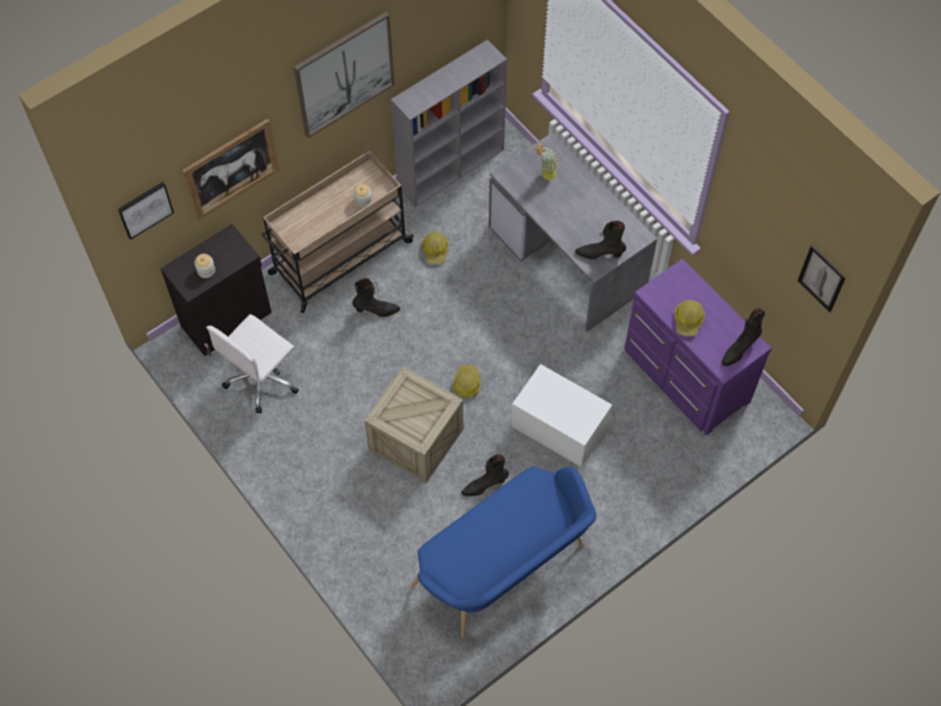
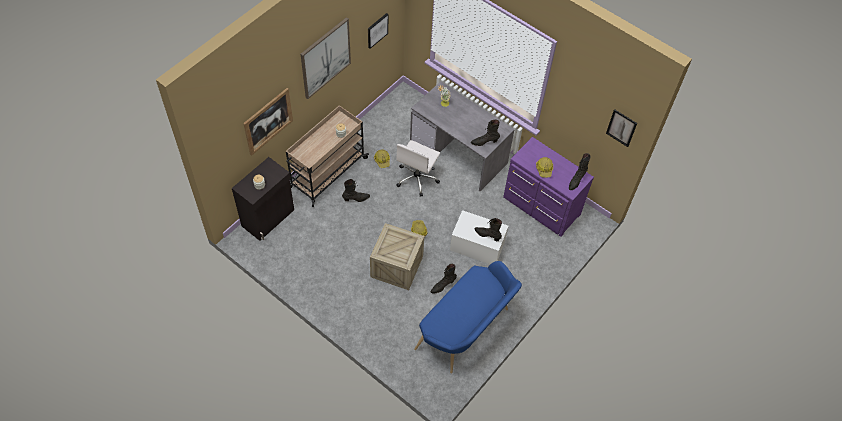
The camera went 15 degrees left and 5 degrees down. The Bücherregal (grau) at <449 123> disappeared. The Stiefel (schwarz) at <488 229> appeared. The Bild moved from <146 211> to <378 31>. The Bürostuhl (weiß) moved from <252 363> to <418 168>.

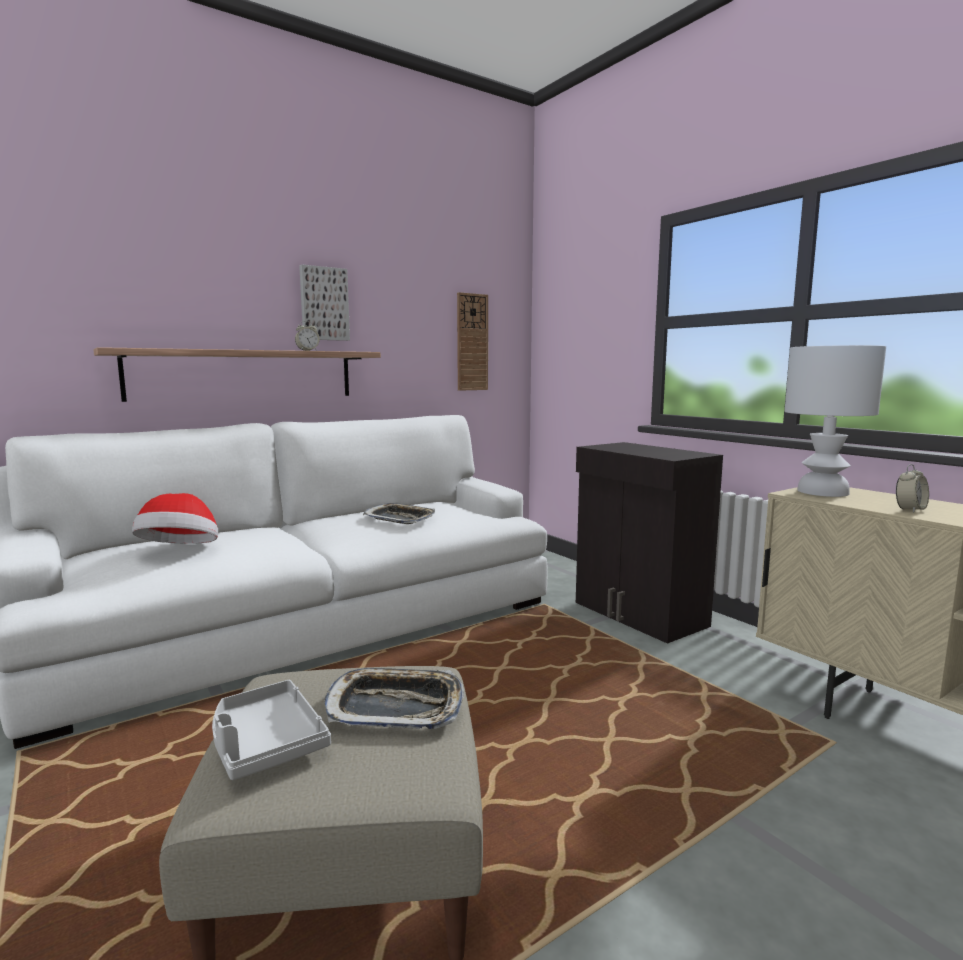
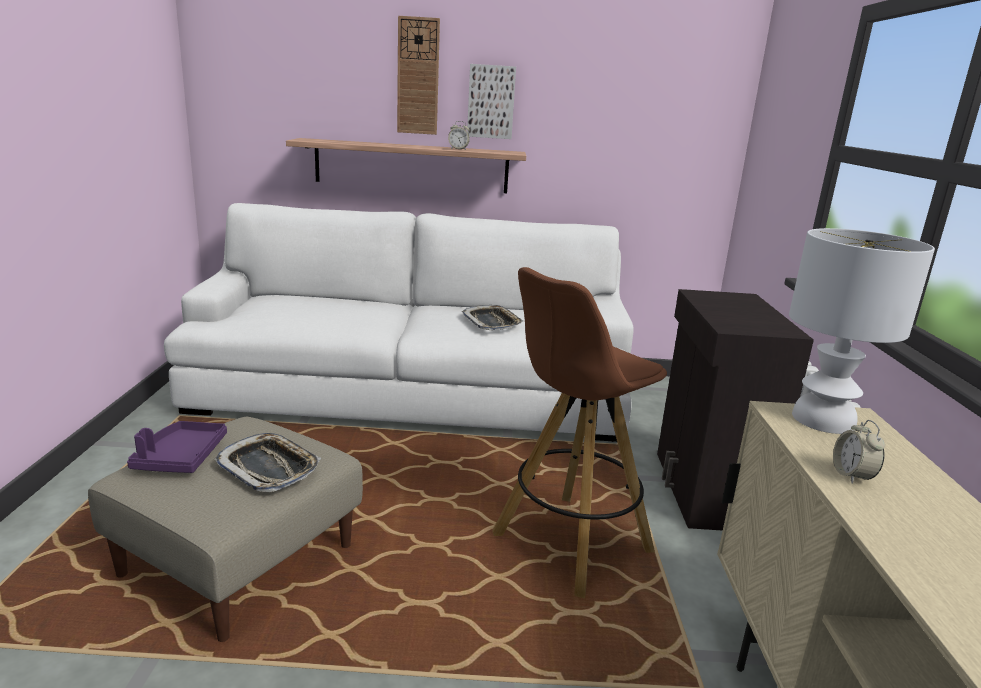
The camera went 35 degrees right and 10 degrees up. The Hut at <175 518> disappeared. The Hocker (braun) at <579 432> appeared. The Wanduhr moved from <472 341> to <418 75>. The Tablett (grau) at <271 730> became the Tablett (lila) at <177 447>. The Wecker at <912 488> turned 90 degrees clockwise.

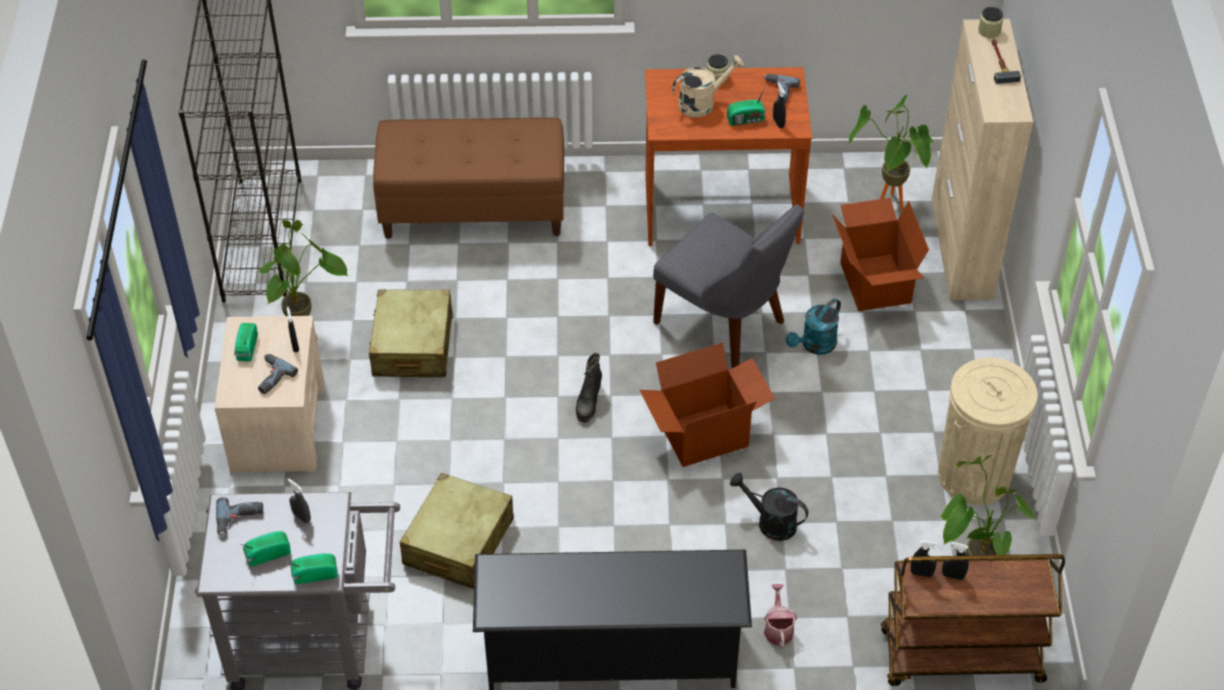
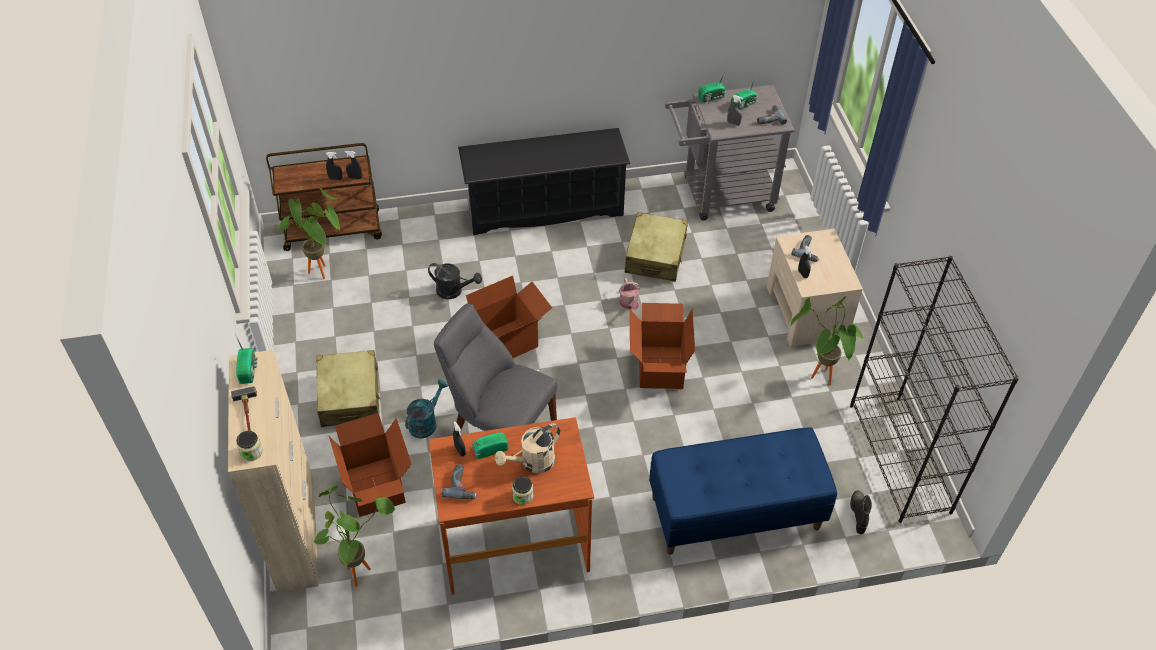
The camera went 170 degrees right and 0 degrees up. The Mülleimer (beige) at <988 431> disappeared. The Karton at <662 346> appeared. The Radio moved from <246 342> to <246 359>. The Koffer (beige) moved from <411 333> to <348 388>. The Stiefel (schwarz) moved from <589 388> to <861 512>. The Gießkanne moved from <780 616> to <629 294>. The Bank (braun) at <468 178> became the Bank (blau) at <743 491>.

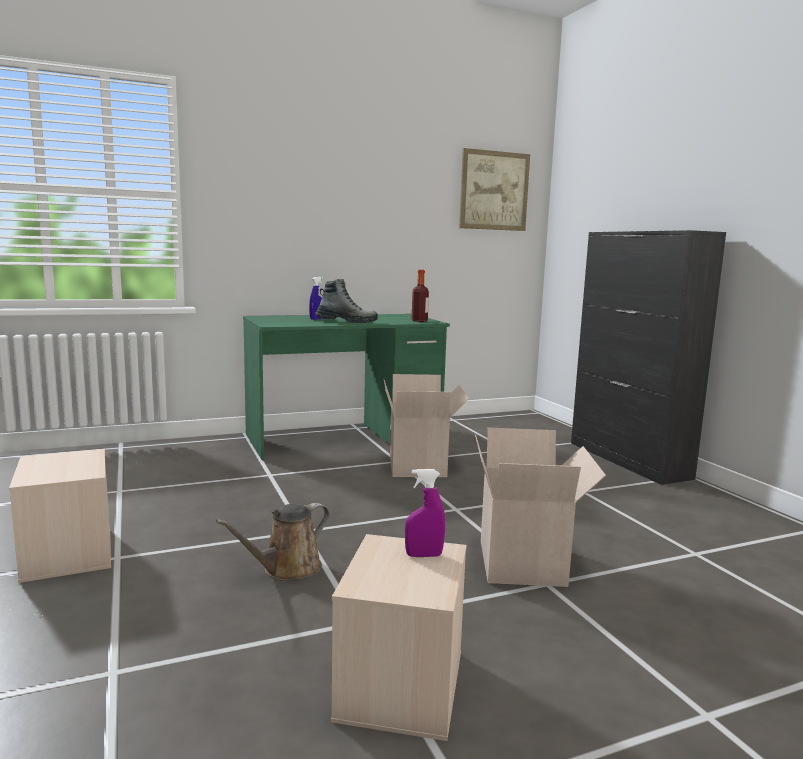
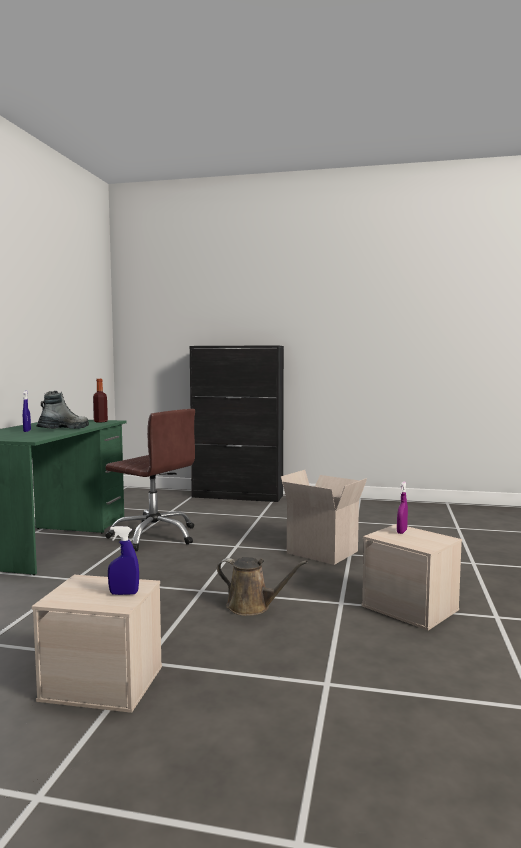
The camera went 55 degrees left and 5 degrees down. The Bild at <494 189> disappeared. The Sprühflasche (blau) at <123 560> appeared. The Karton at <426 425> was replaced by the Bürostuhl (braun) at <150 480>. The Gießkanne (braun) at <273 542> turned 60 degrees counterclockwise.

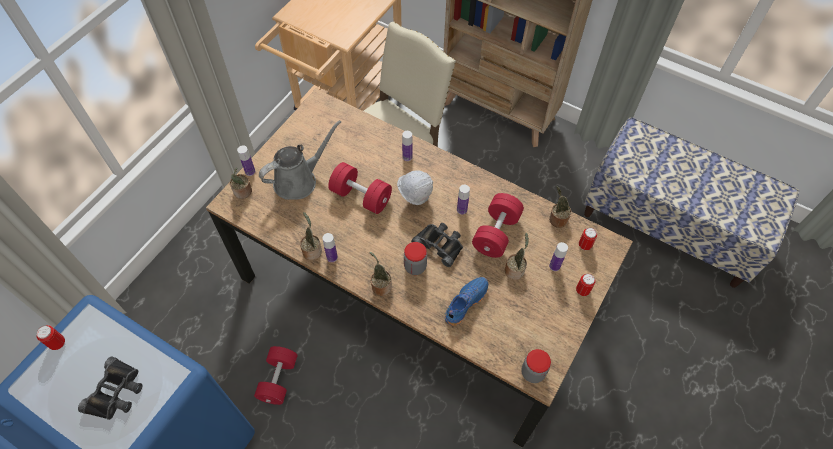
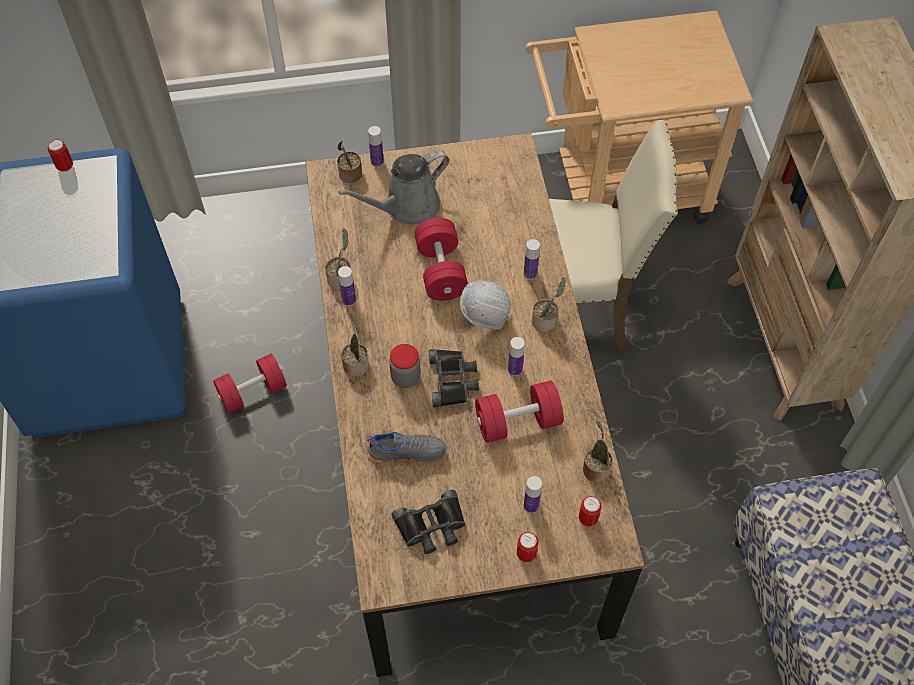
The camera went 50 degrees right and 0 degrees up. The Vorratsglas at <536 366> disappeared. The Fernglas (schwarz) moved from <110 388> to <428 522>. The Topfpflanze moved from <517 256> to <549 304>. The Schuh (blau) at <466 301> became the Schuh (grau) at <406 448>. The Gießkanne (grau) at <300 160> turned 135 degrees clockwise.

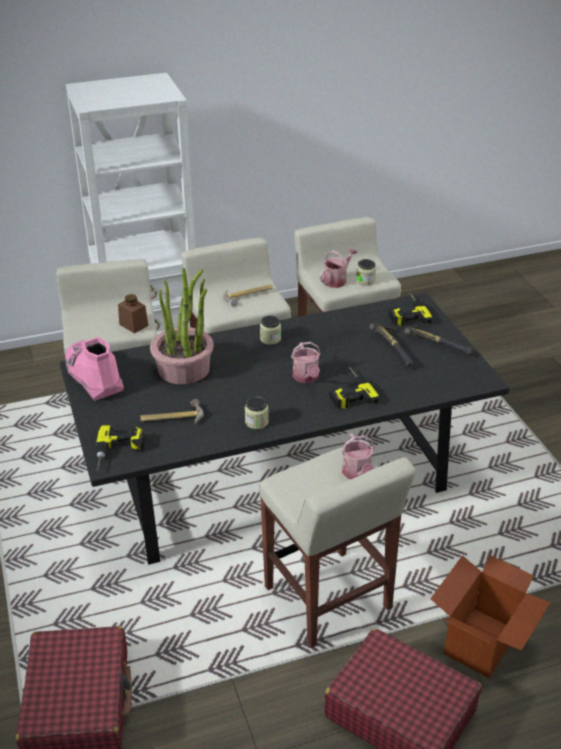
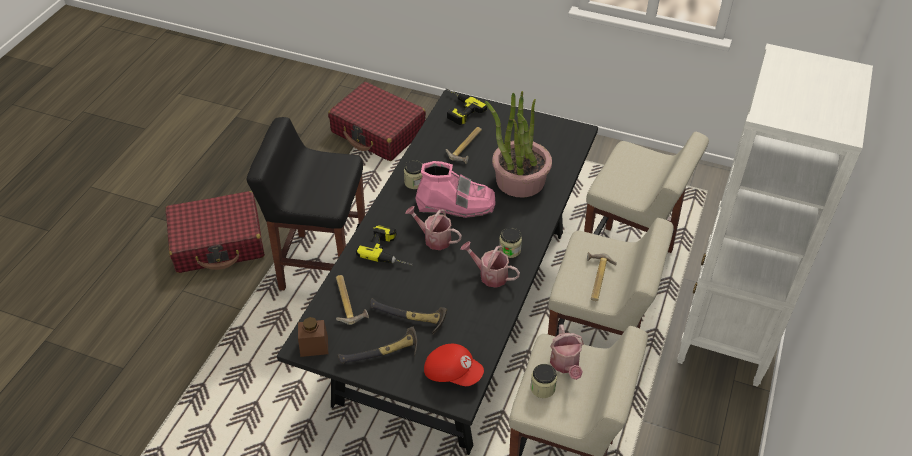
The camera went 130 degrees right and 10 degrees up. The Karton at <491 616> disappeared. The Hammer at <352 300> appeared. The Stiefel (rosa) moved from <94 369> to <455 189>. The Vorratsglas (braun) moved from <133 313> to <313 337>. The Gießkanne moved from <358 456> to <490 265>. The Bohrmaschine at <410 309> was replaced by the Kappe (rot) at <454 365>. The Hocker (beige) at <337 547> became the Hocker (schwarz) at <305 203>.

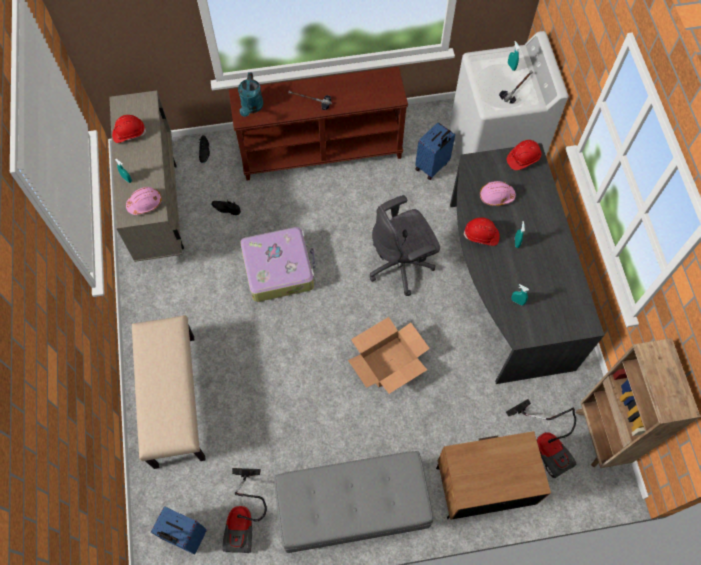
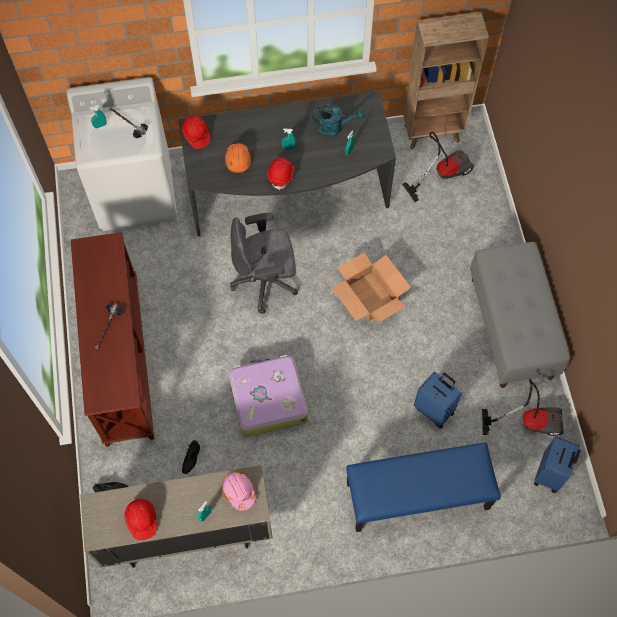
The camera went 90 degrees left and 0 degrees up. The Nachttisch (braun) at <493 475> disappeared. The Gießkanne (türkis) moved from <251 94> to <338 120>. The Koffer (blau) moved from <435 151> to <438 400>. The Bank (beige) at <169 392> became the Bank (blau) at <423 487>. The Schutzhelm (rosa) at <498 193> became the Schutzhelm (orange) at <238 158>. The Bürostuhl (grau) at <405 245> turned 105 degrees clockwise.

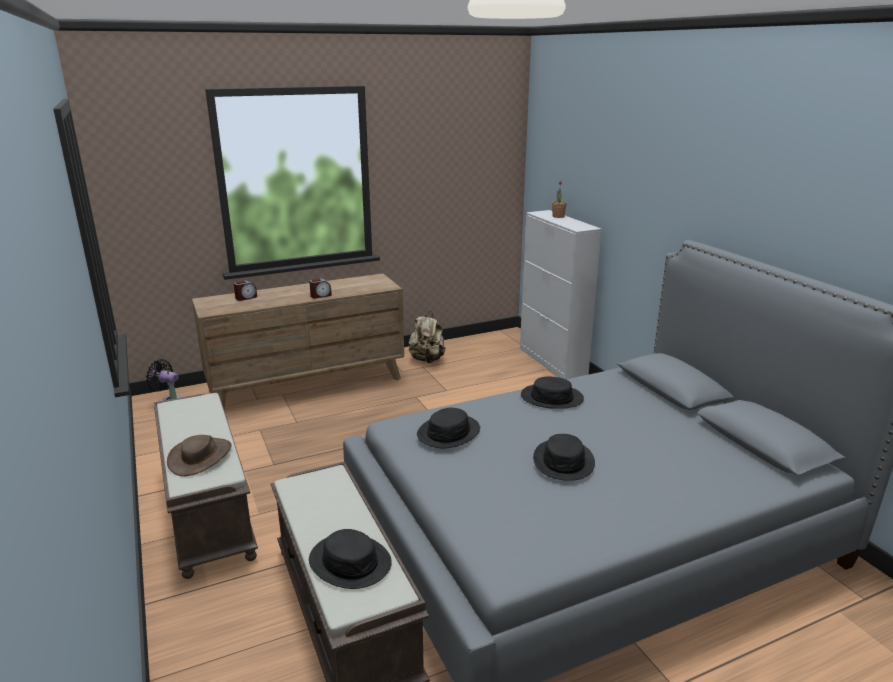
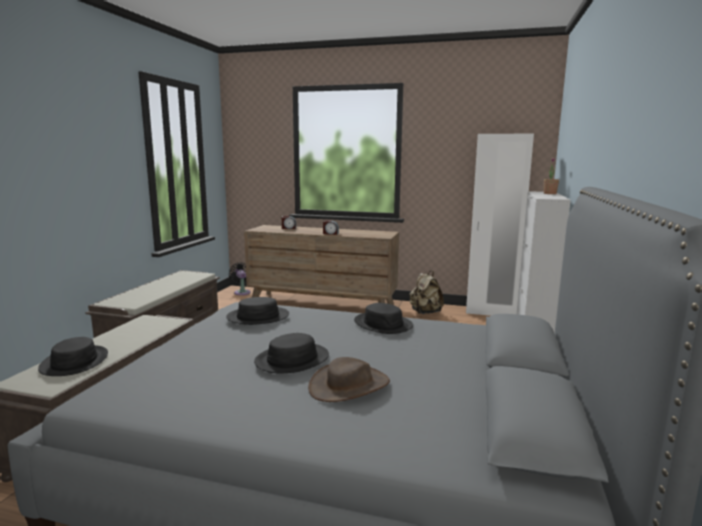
The camera went 40 degrees right and 10 degrees down. The Kleiderschrank (weiß) at <500 225> appeared. The Hut (braun) moved from <199 455> to <349 379>.

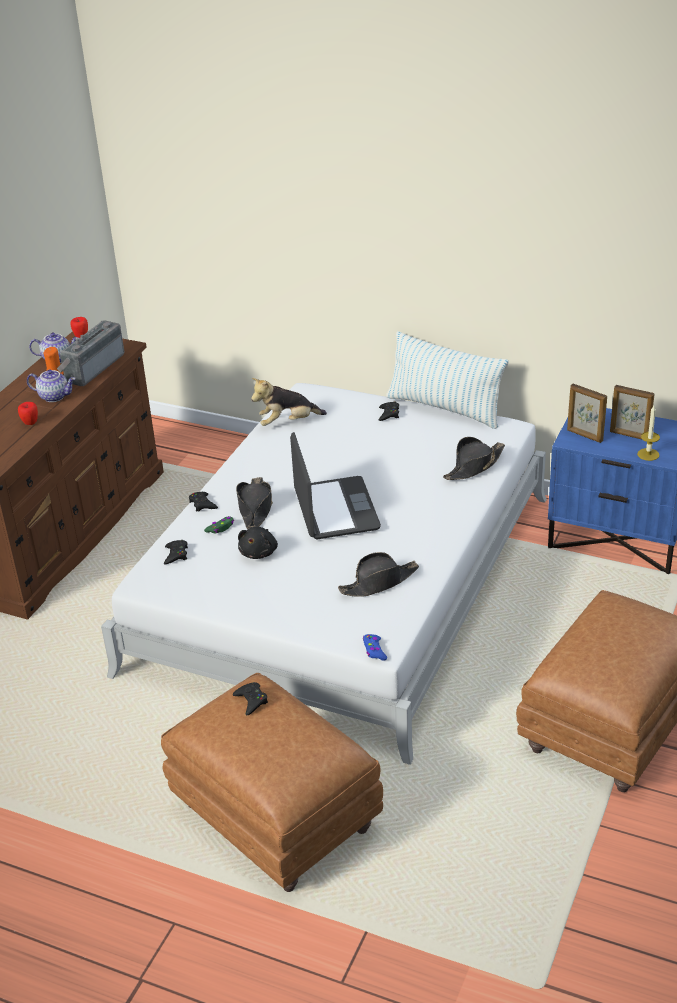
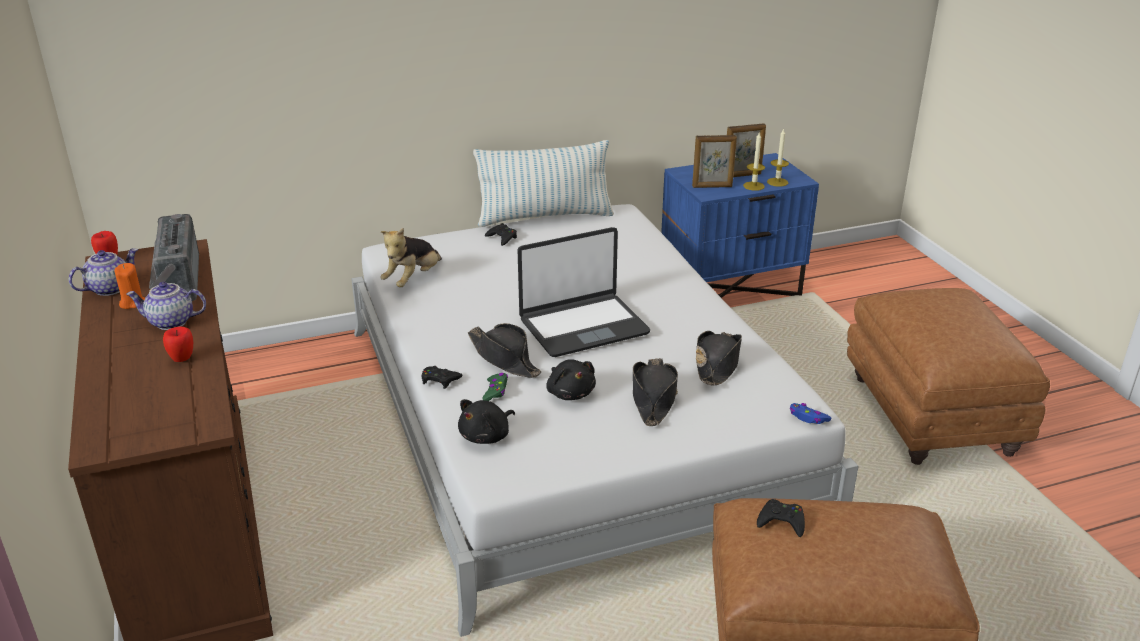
The camera went 45 degrees left and 5 degrees down. The Kerze at <754 162> appeared. The Hut (schwarz) moved from <474 458> to <655 392>. The Gamepad (schwarz) at <176 552> was replaced by the Plüschtier (schwarz) at <486 421>. The Teekanne at <51 386> turned 150 degrees counterclockwise. The Laptop at <335 485> turned 120 degrees clockwise.

